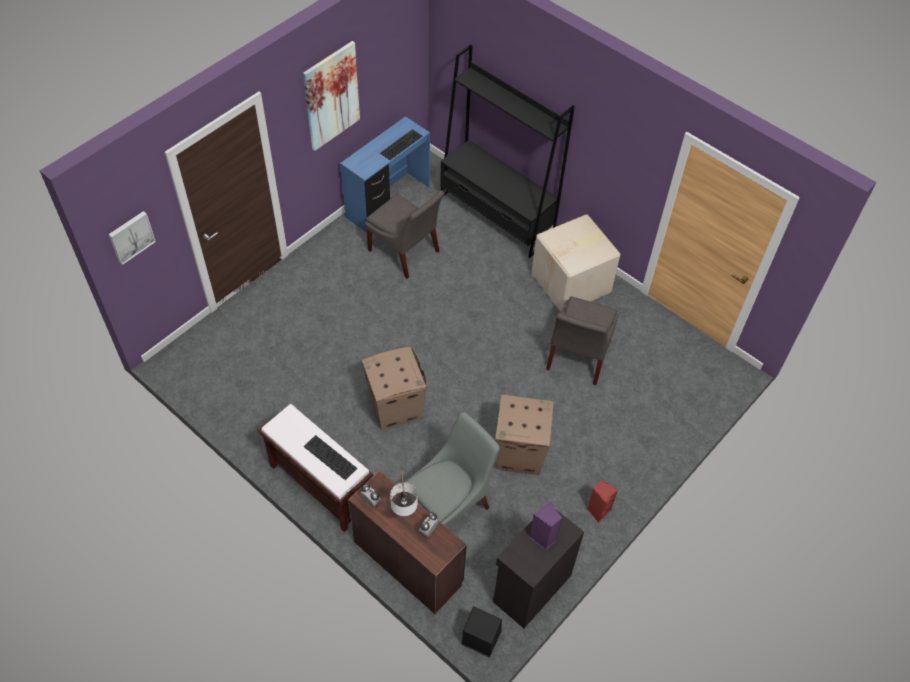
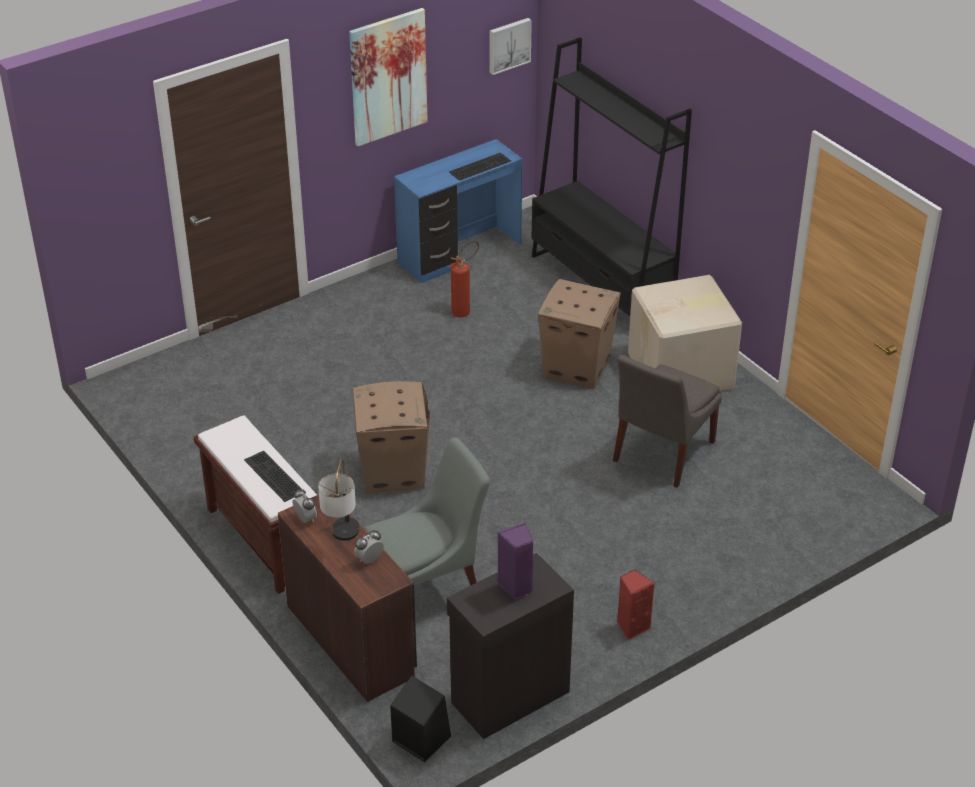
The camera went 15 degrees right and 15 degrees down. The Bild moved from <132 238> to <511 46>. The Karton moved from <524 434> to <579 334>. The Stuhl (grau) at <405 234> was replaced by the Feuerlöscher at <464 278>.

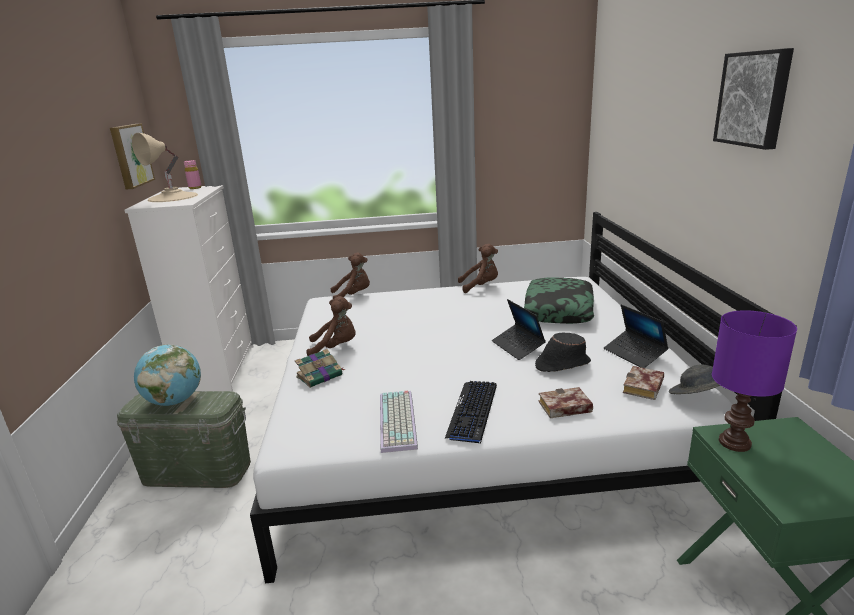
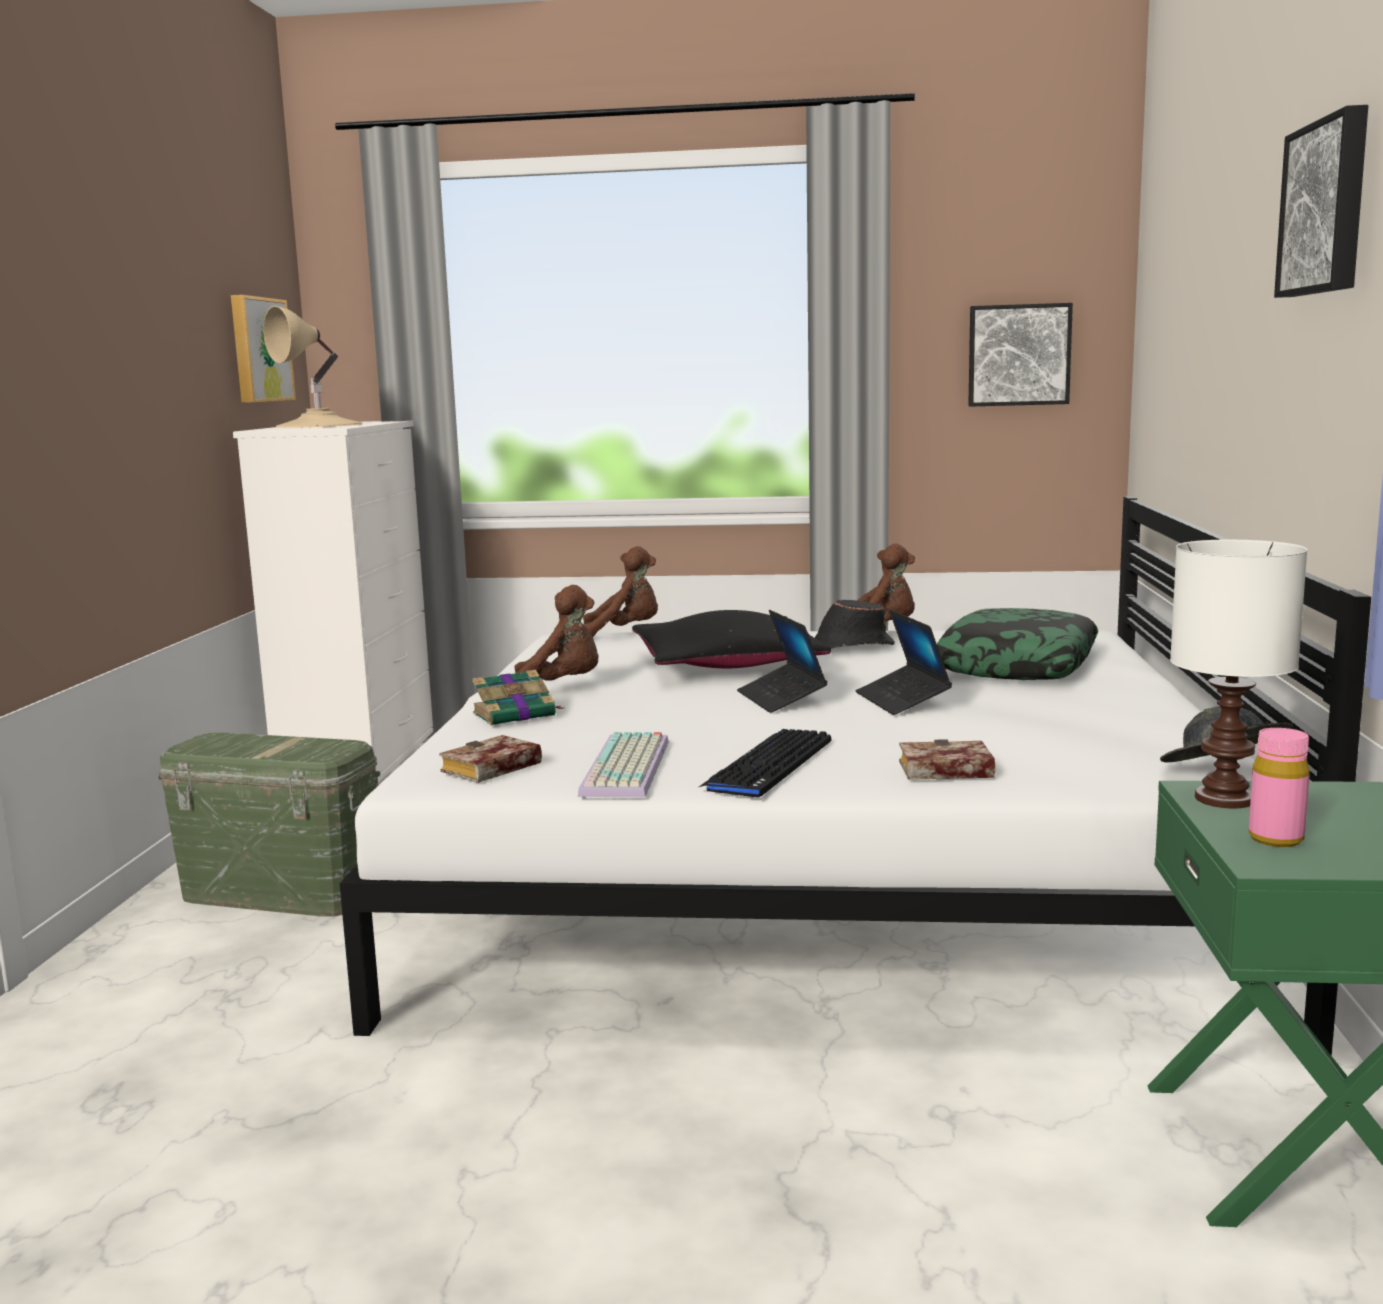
The camera went 10 degrees right and 10 degrees down. The Globus at <167 375> disappeared. The Kissen (schwarz) at <731 639> appeared. The Bild at <1020 355> appeared. The Flasche (rosa) moved from <193 174> to <1279 787>. The Hut (schwarz) moved from <563 352> to <854 624>. The Laptop moved from <636 336> to <782 661>. The Buch moved from <643 383> to <490 759>. The Tischlampe (lila) at <754 381> became the Tischlampe (weiß) at <1239 674>.

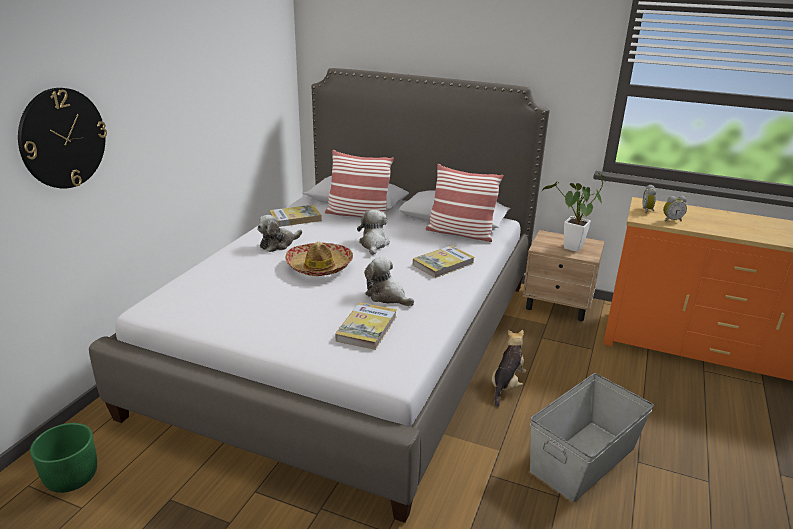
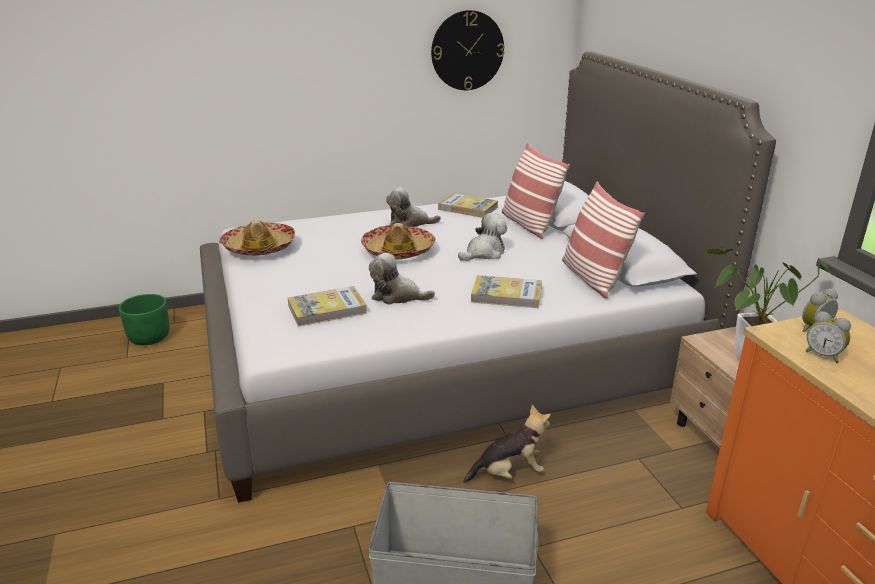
The camera went 50 degrees right and 0 degrees up. The Hut at <257 238> appeared. The Wanduhr moved from <62 138> to <467 50>. The Plüschtier at <389 281> turned 75 degrees counterclockwise.

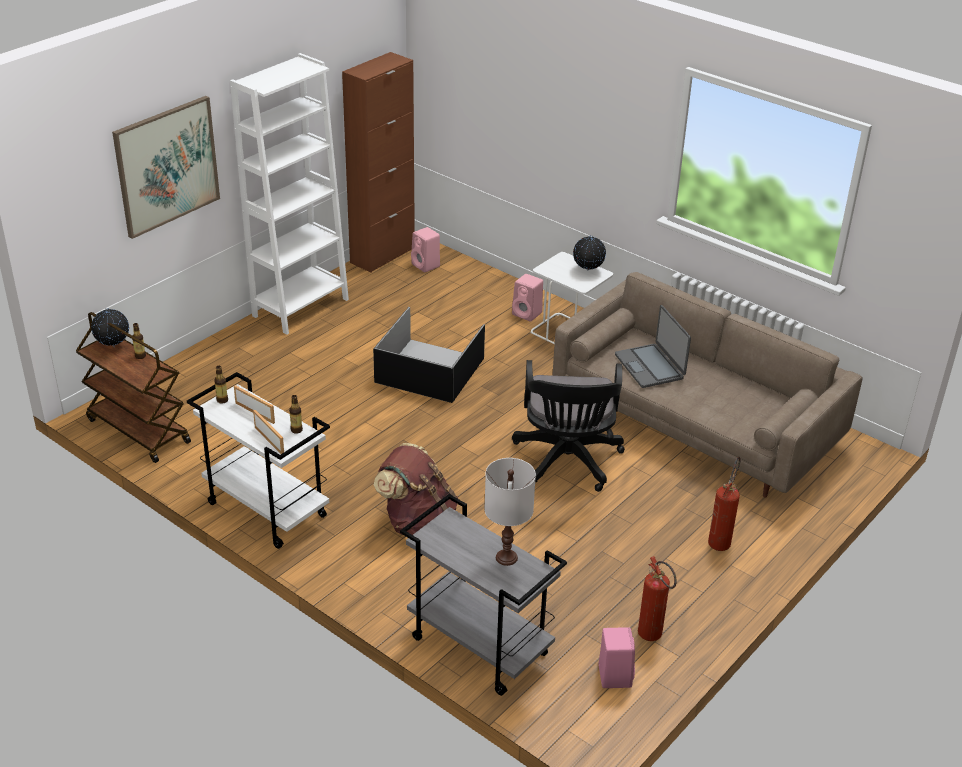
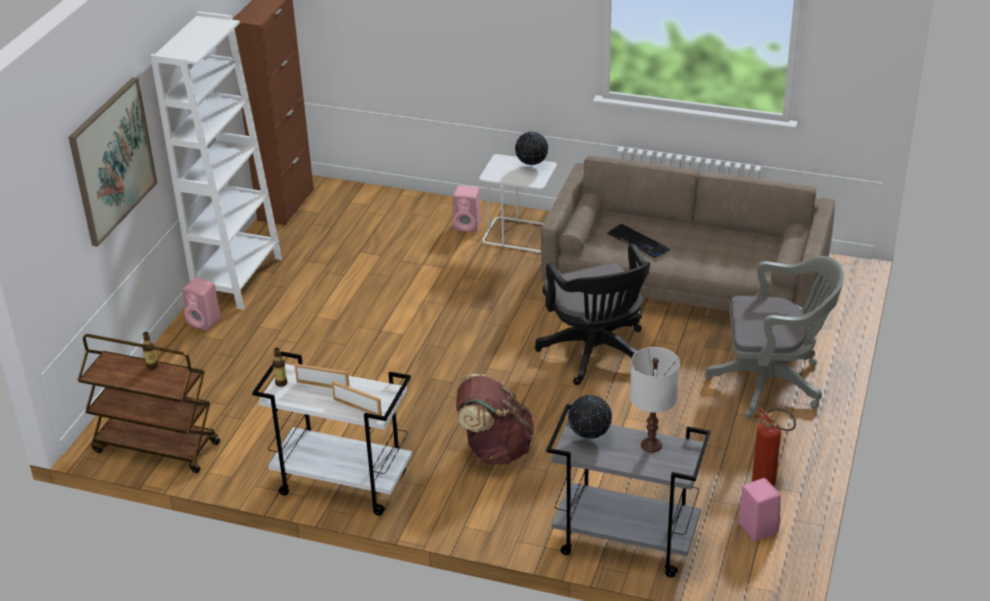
The camera went 20 degrees left and 0 degrees up. The Flasche at <296 414> disappeared. The Aufbewahrungsbox (schwarz) at <429 355> disappeared. The Globus moved from <110 327> to <590 417>. The Lautsprecher (rosa) moved from <425 249> to <201 304>. The Laptop at <653 346> was replaced by the Tastatur at <638 241>. The Feuerlöscher at <724 503> was replaced by the Bürostuhl (grau) at <775 337>.

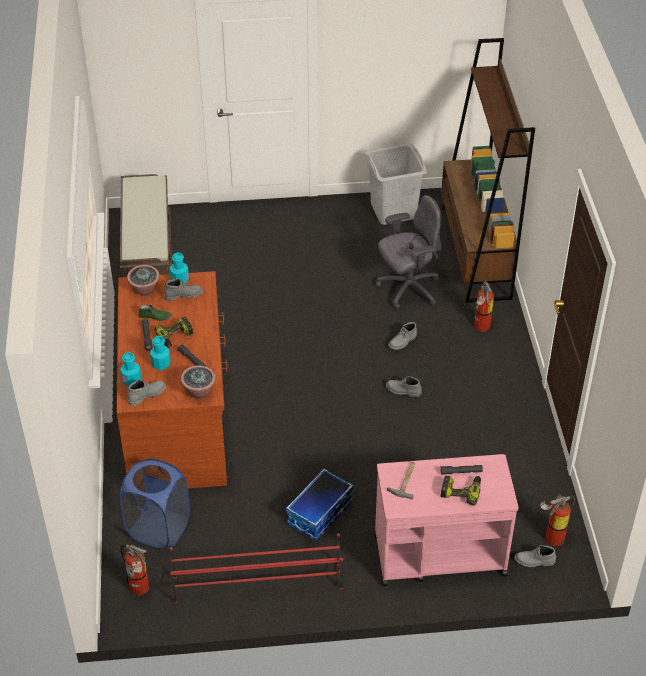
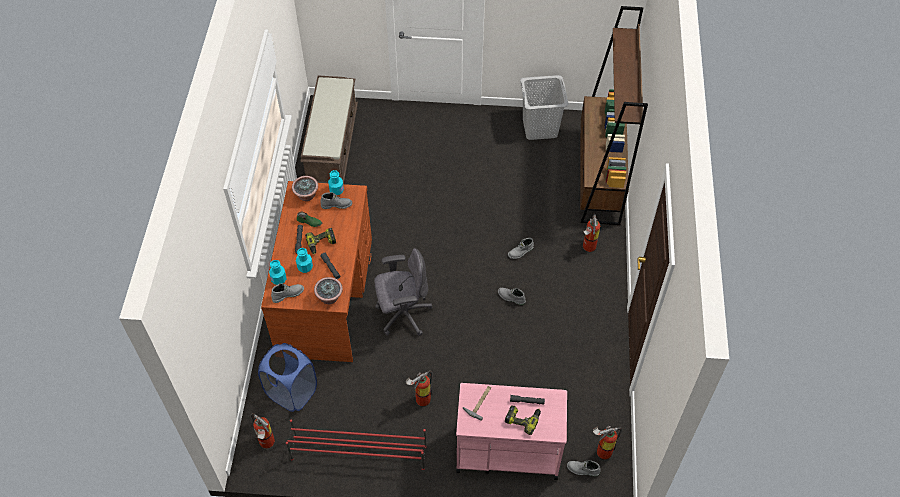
The camera went 10 degrees right and 10 degrees up. The Bürostuhl (grau) moved from <408 252> to <403 292>. The Aufbewahrungsbox at <319 504> was replaced by the Feuerlöscher at <419 388>.

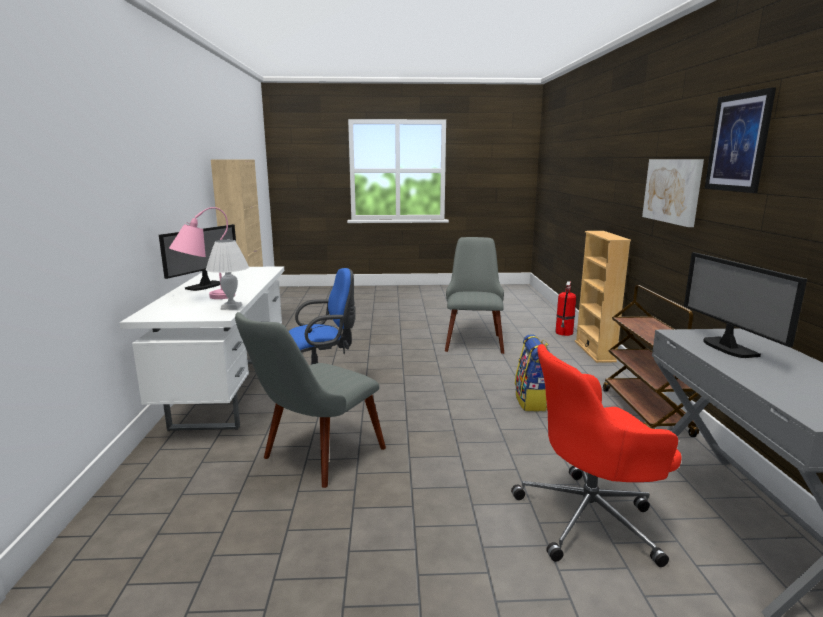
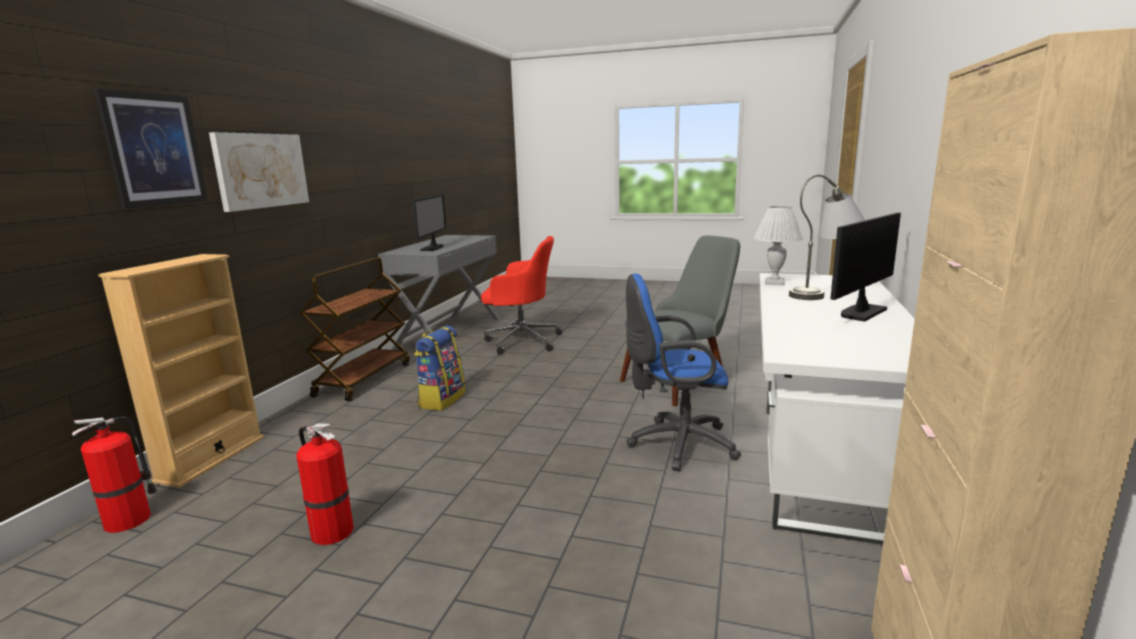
The camera went 160 degrees left and 0 degrees up. The Bild moved from <740 140> to <151 148>. The Stuhl (grau) at <474 295> was replaced by the Feuerlöscher at <325 484>. The Tischlampe (rosa) at <198 253> became the Tischlampe (grau) at <827 237>.

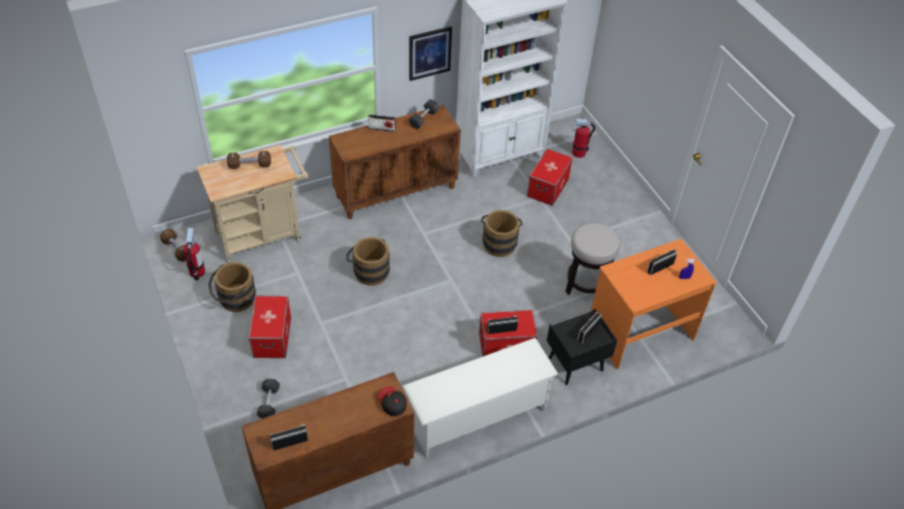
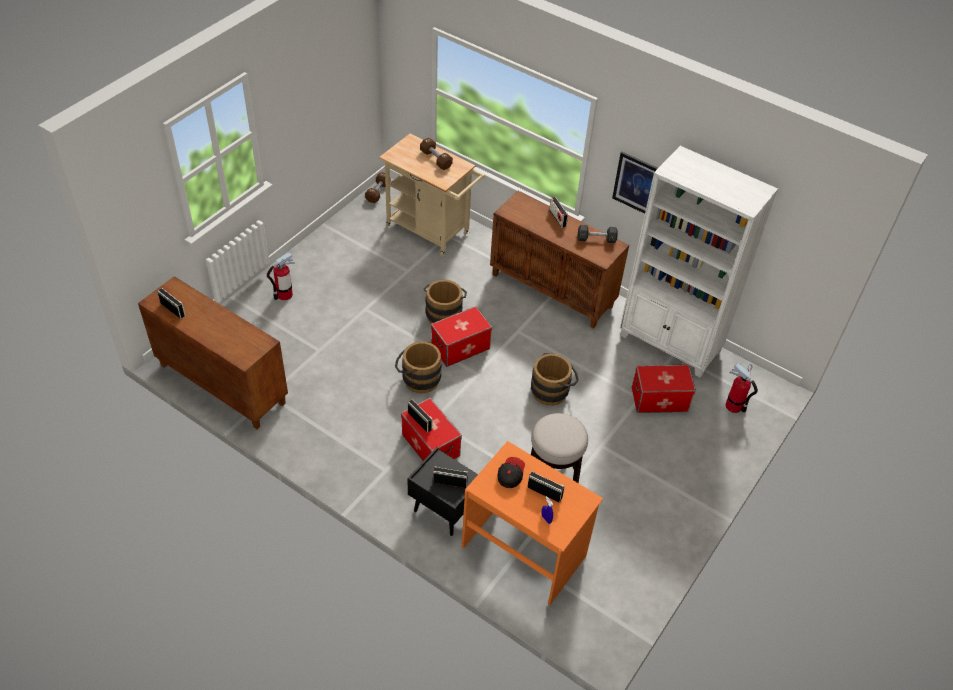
The camera went 60 degrees right and 0 degrees up. The Hantel (schwarz) at <268 399> disappeared. The Schuhregal (weiß) at <480 397> disappeared. The Feuerlöscher moved from <194 254> to <281 276>. The Eimer (braun) moved from <232 287> to <418 367>. The Aufbewahrungsbox moved from <269 327> to <461 336>. The Kappe moved from <392 401> to <511 472>.

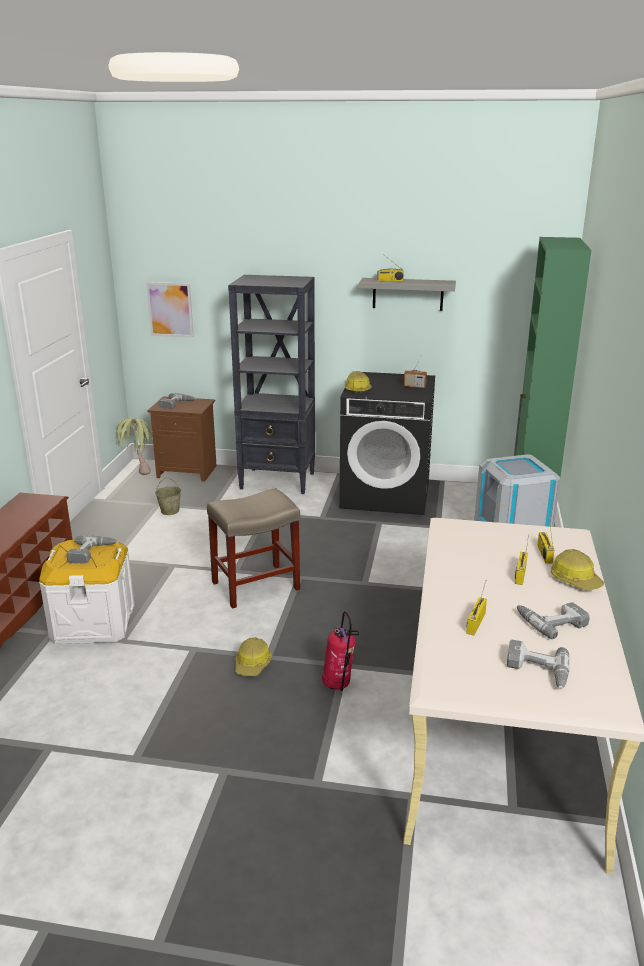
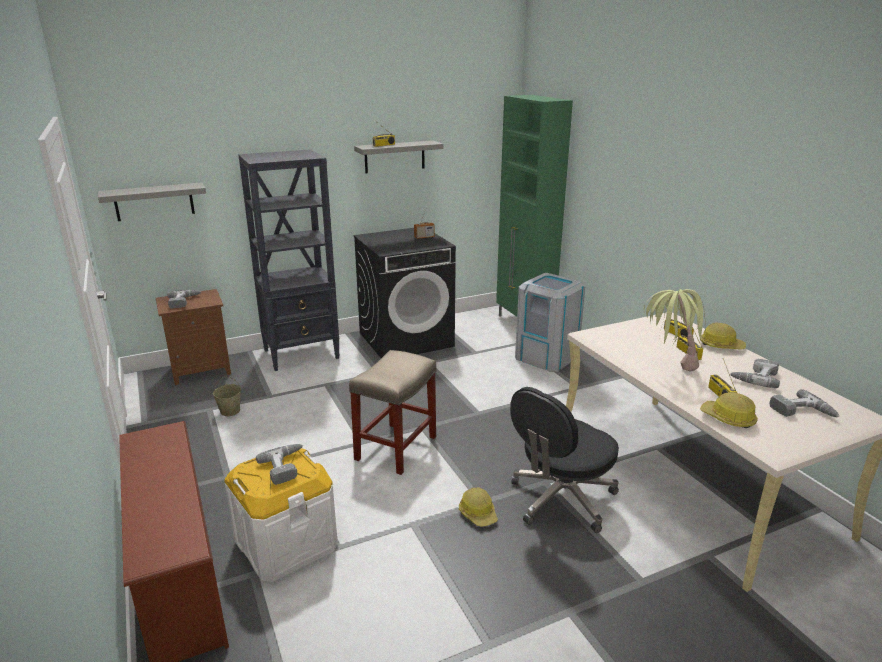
The camera went 35 degrees left and 0 degrees up. The Topfpflanze moved from <135 446> to <675 330>. The Schutzhelm moved from <358 382> to <729 410>. The Bild at <170 310> was replaced by the Wandregal (grau) at <152 201>. The Feuerlöscher at <340 651> was replaced by the Bürostuhl (schwarz) at <564 460>.

